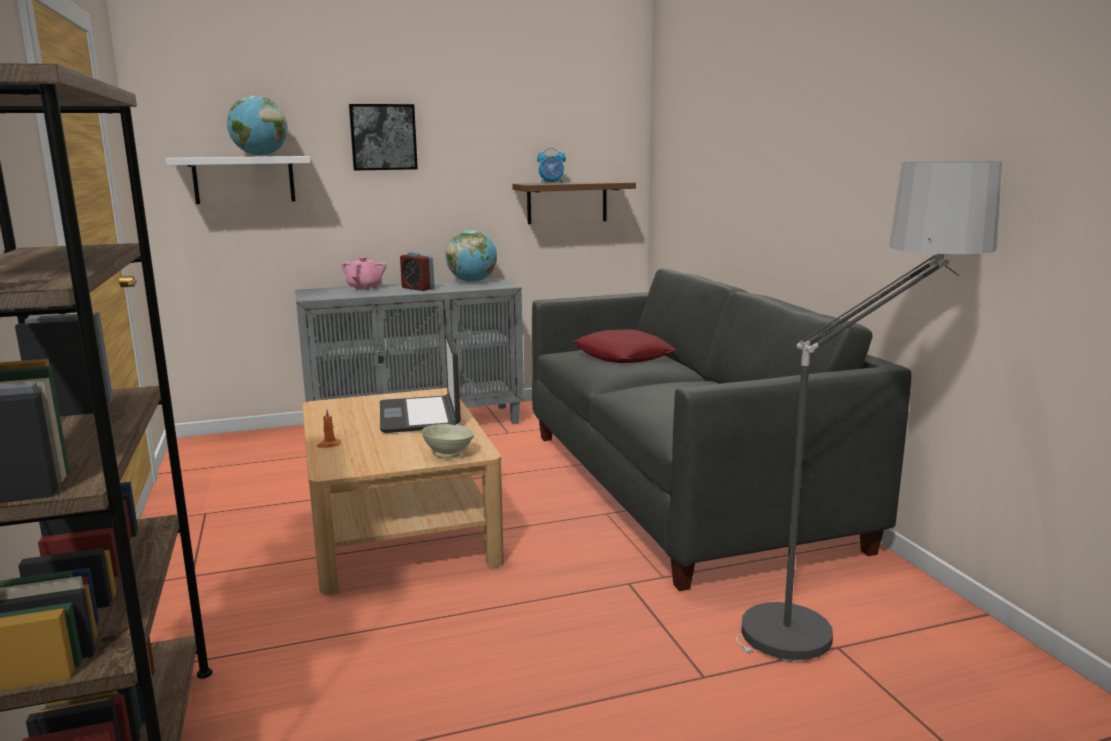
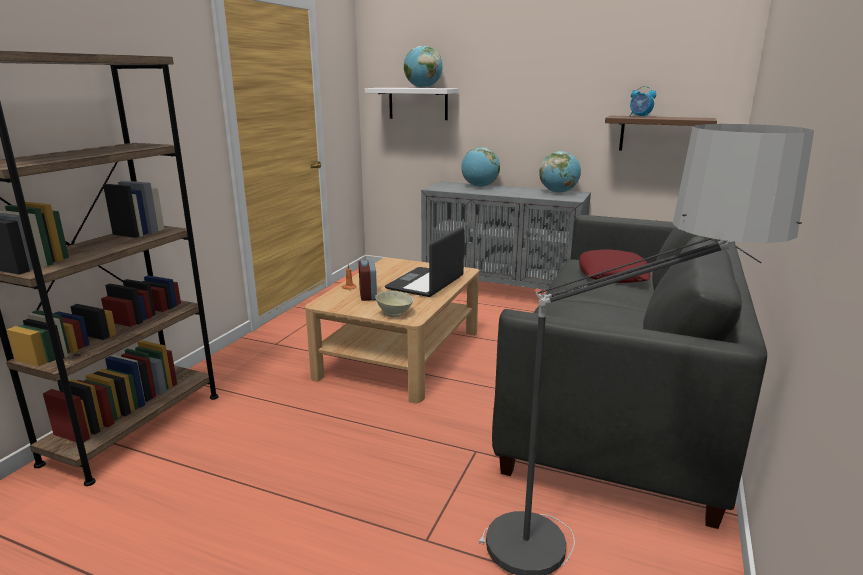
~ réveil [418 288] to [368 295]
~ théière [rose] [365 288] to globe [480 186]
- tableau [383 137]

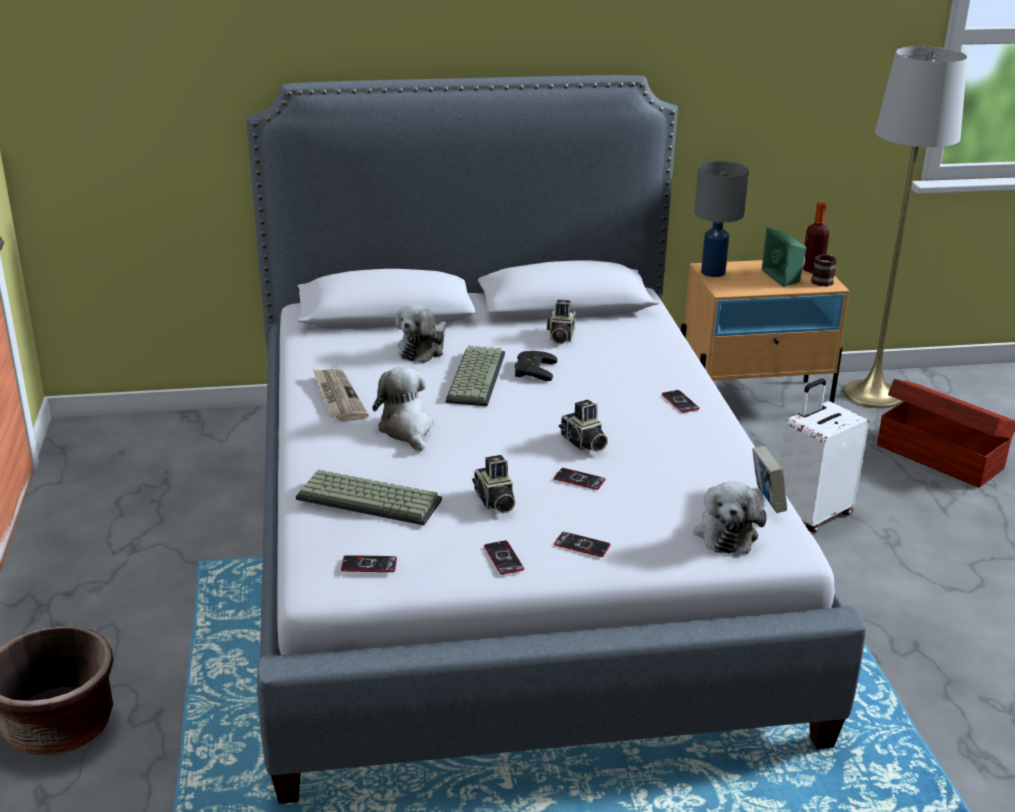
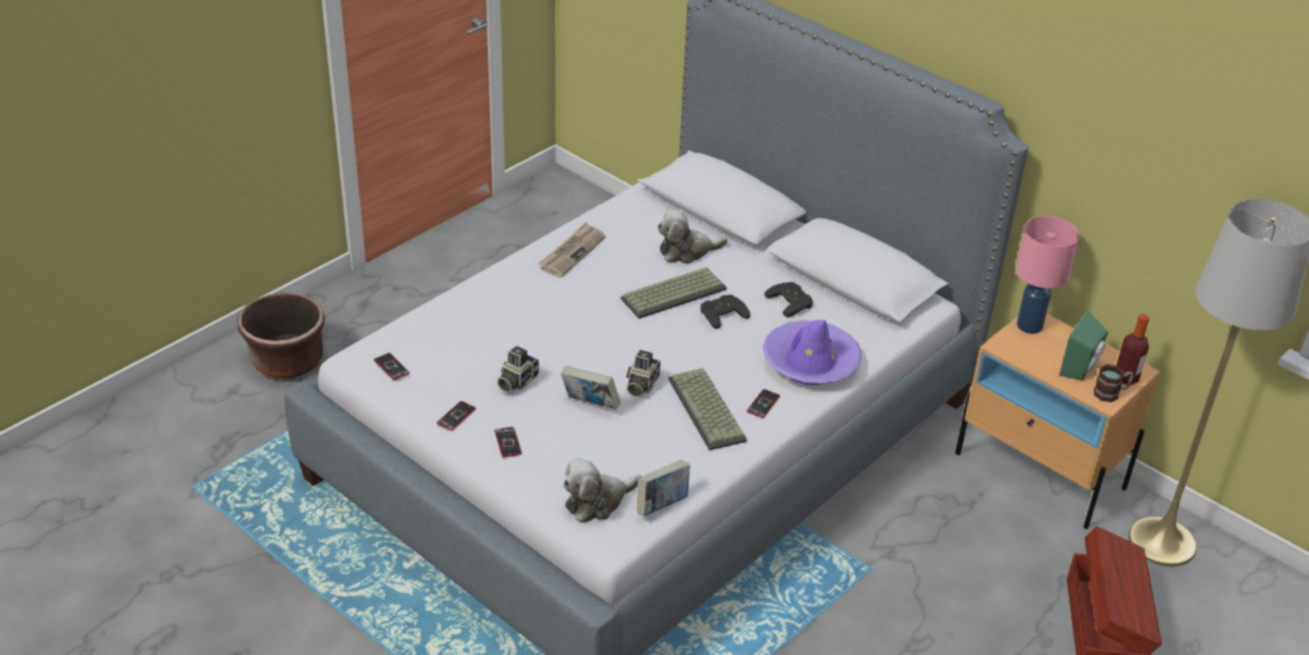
~ téléphone [579 480] to livre [590 405]
~ clavier [371 499] to [708 410]
+ chapeau [violet] [810 362]
~ appareil photo [560 337] to manette [noir] [792 301]
~ lampe de table [gris] [713 272] to lampe de table [rose] [1030 326]
- peluche [406 430]
- valise [blanc] [812 514]

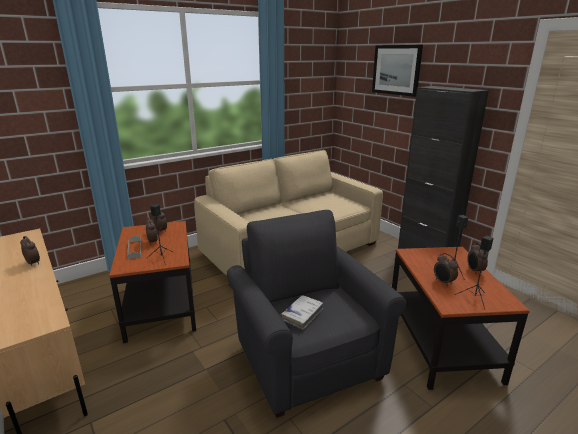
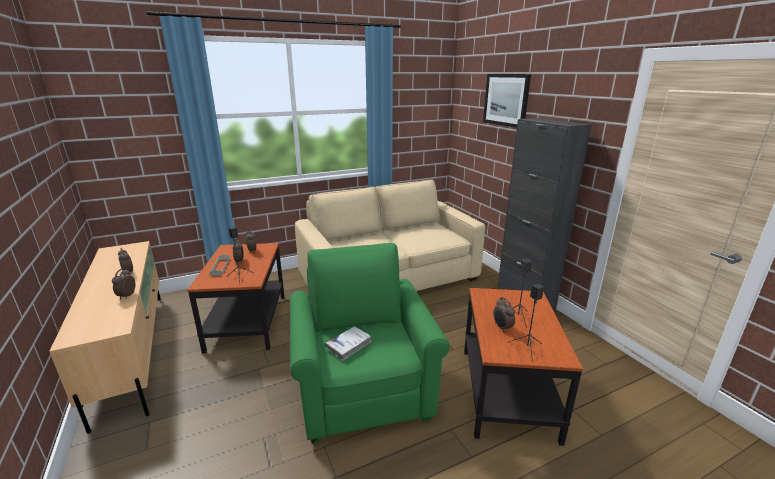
~ réveil [474 271] to [126 296]
~ fauteuil [gris] [307 357] to fauteuil [vert] [363 388]

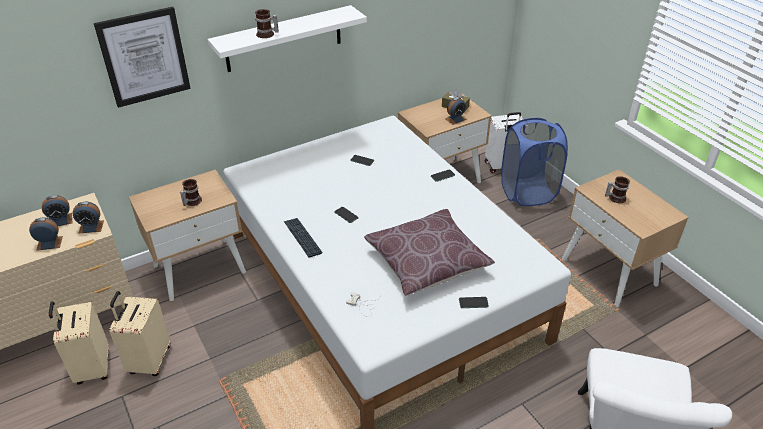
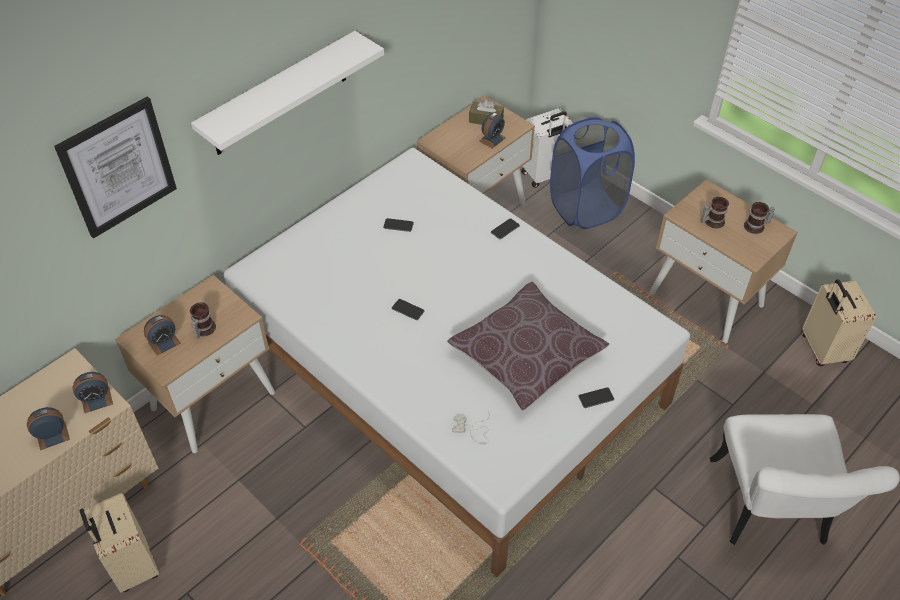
~ réveil [60 220] to [164 342]
~ mug [267 34] to [756 227]
~ valise [beige] [149 360] to [822 349]
- clavier [302 238]

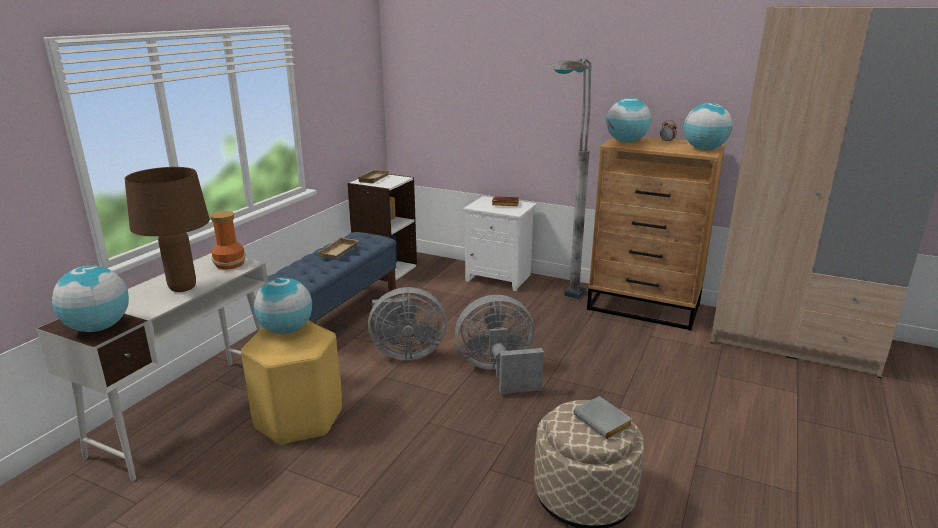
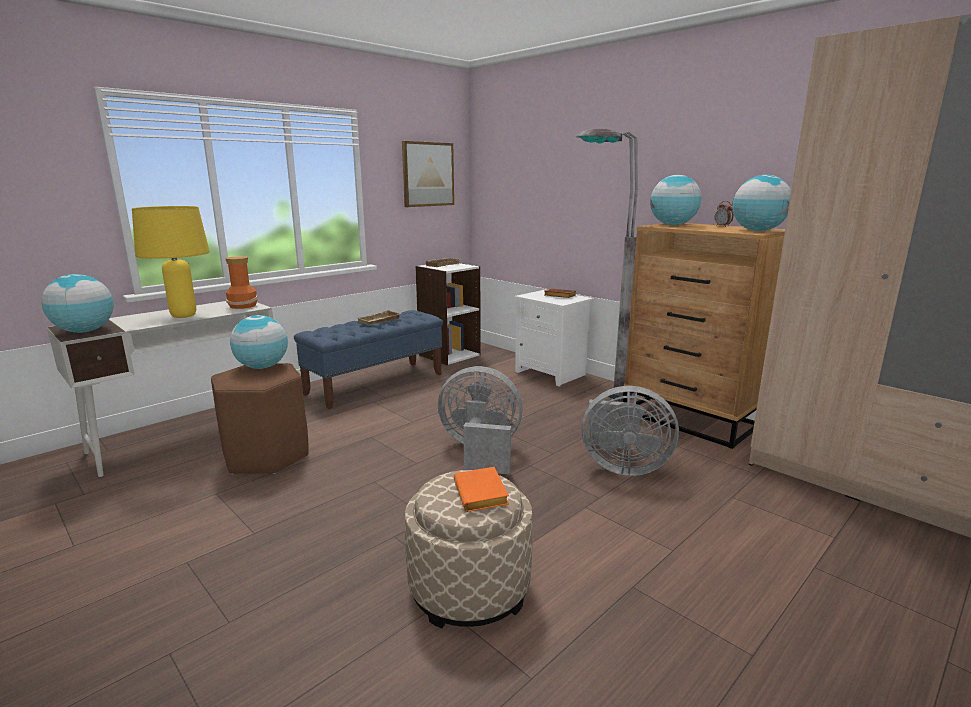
~ lampe de table [marron] [183 288] to lampe de table [jaune] [184 316]
~ tabouret [jaune] [298 419] to tabouret [marron] [266 456]
+ tableau [427 174]
~ livre [gris] [604 422] to livre [orange] [483 495]
~ ventilateur [gris] [405 353] to [622 466]

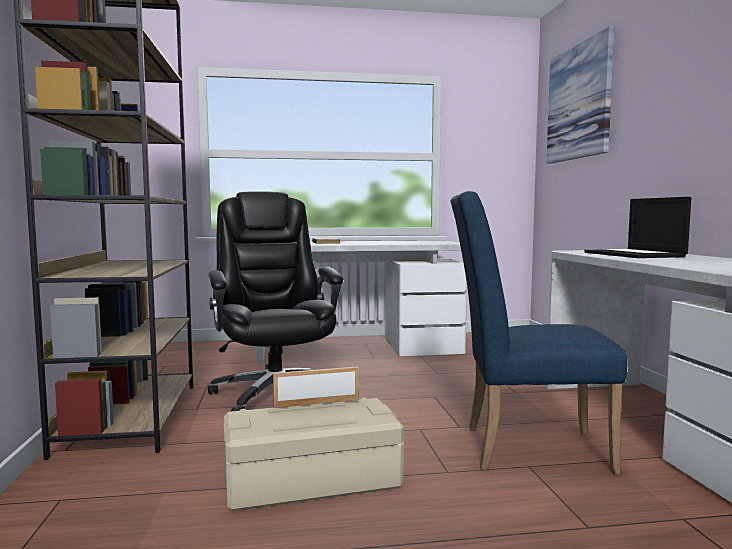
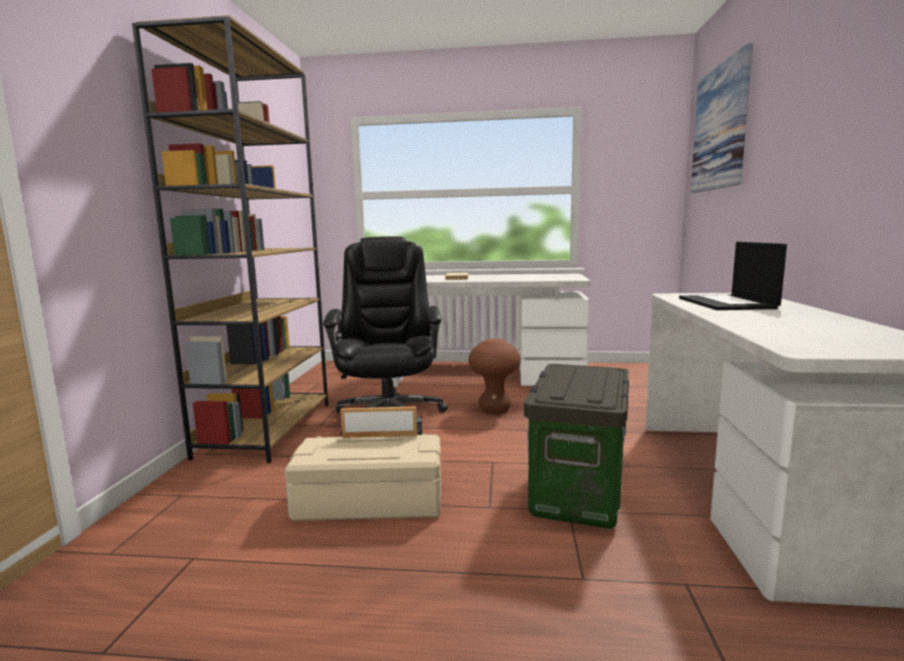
+ tabouret [marron] [494 410]
~ chaise [bleu] [523 447] to boîte de rangement [576 490]

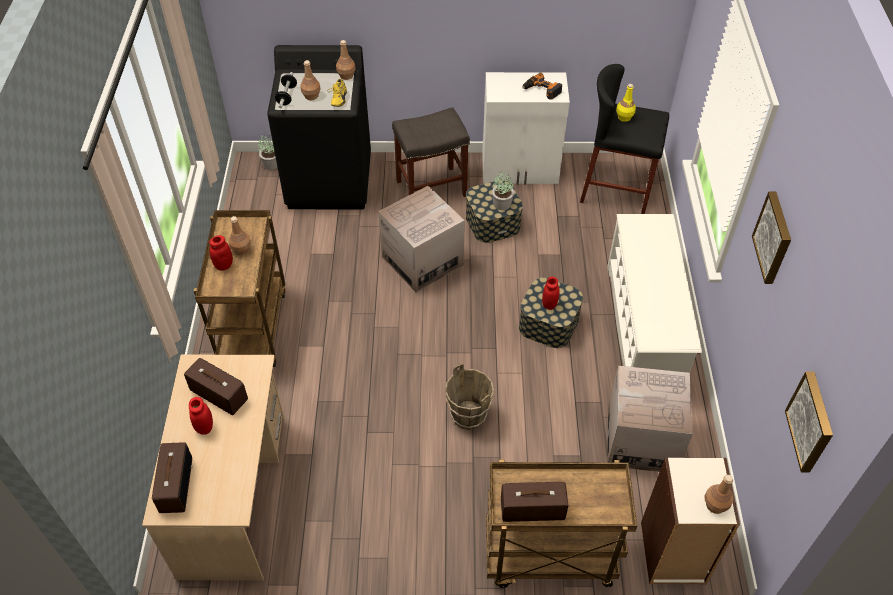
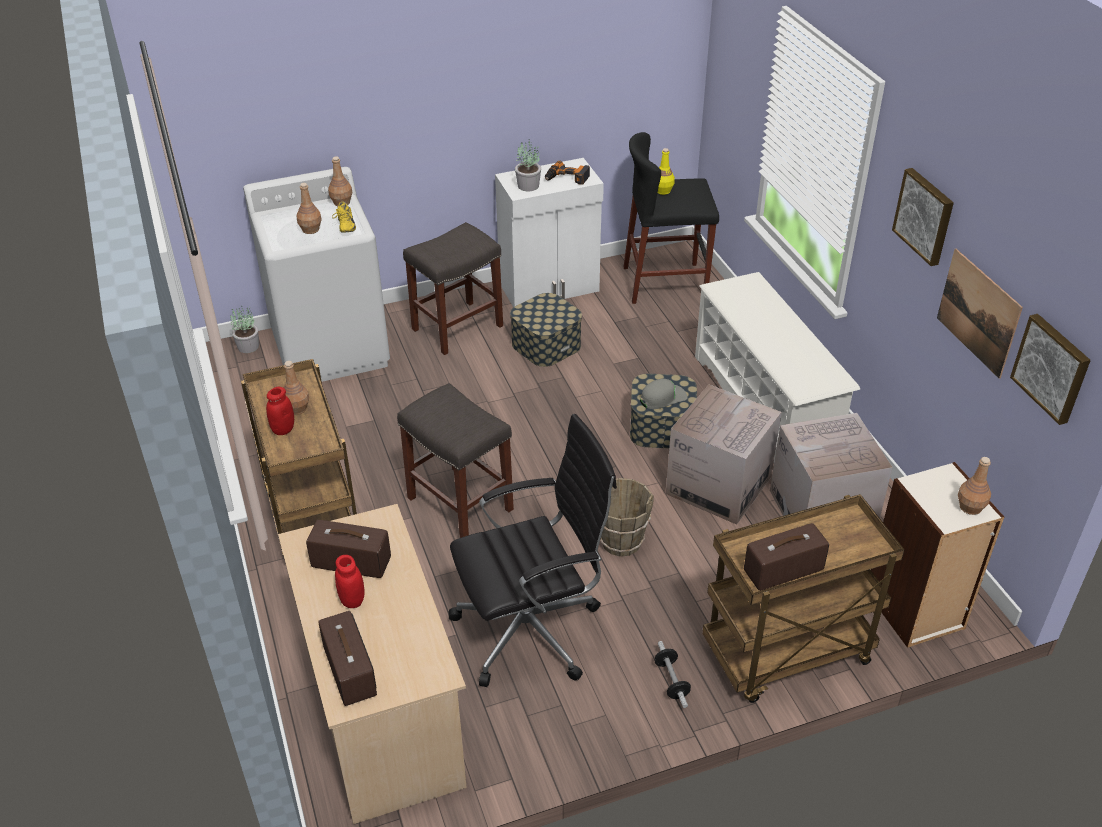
~ lave-linge [noir] [330 181] to lave-linge [blanc] [331 348]
+ tabouret [gris] [458 503]
+ chaise de bureau [noir] [532 629]
~ plante en pot [502 203] to [528 185]
~ bocal [rouge] [549 304] to casquette [gris] [663 398]
~ haltère [287 96] to [671 681]
~ carton [422 261] to [718 485]
+ tableau [978 312]

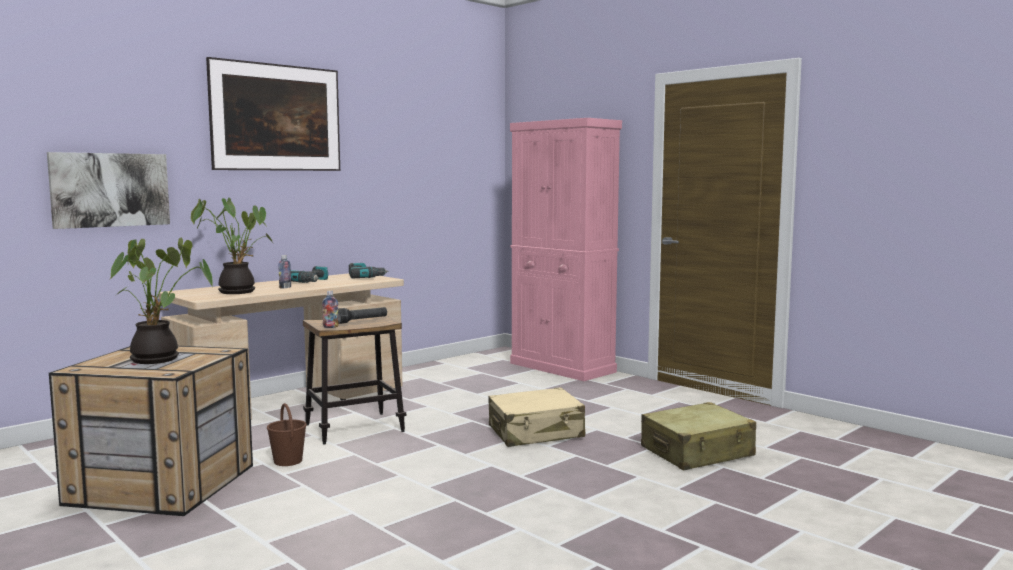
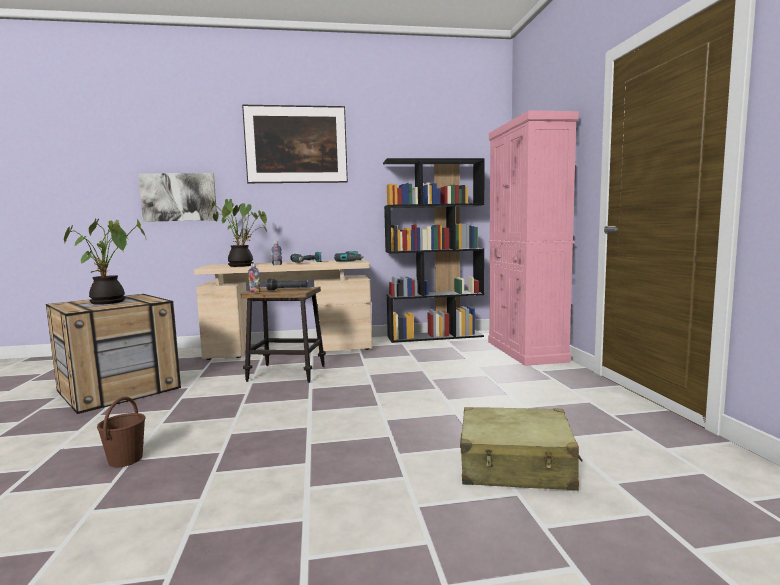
~ seau [marron] [288 461] to [126 459]
+ bibliothèque [noir] [435 336]
- valise [beige] [536 432]

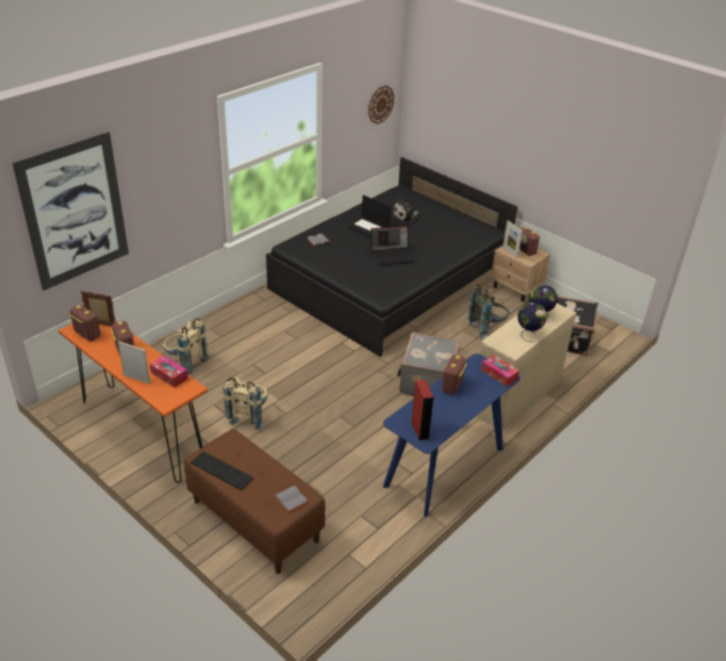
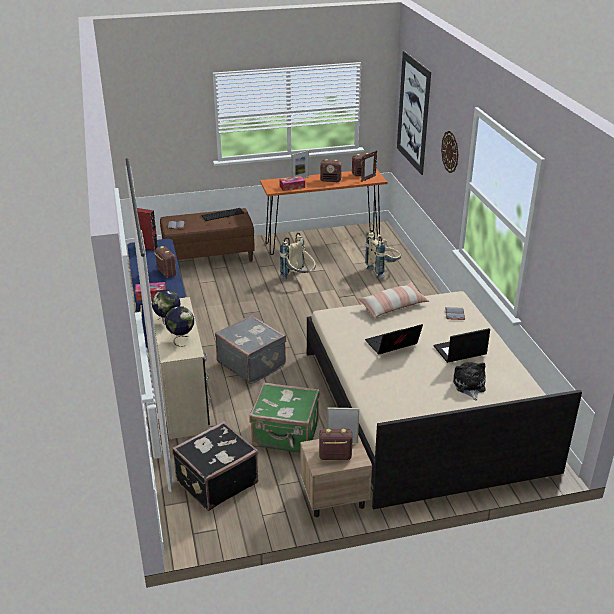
~ sac à dos [gris] [487 328] to valise [vert] [286 435]
~ lit [noir] [389 280] to lit [beige] [423 408]
+ coussin [393 306]
~ ordinateur portable [392 255] = [392 345] 45 degrees clockwise
~ horloge murale [380 104] to [450 151]

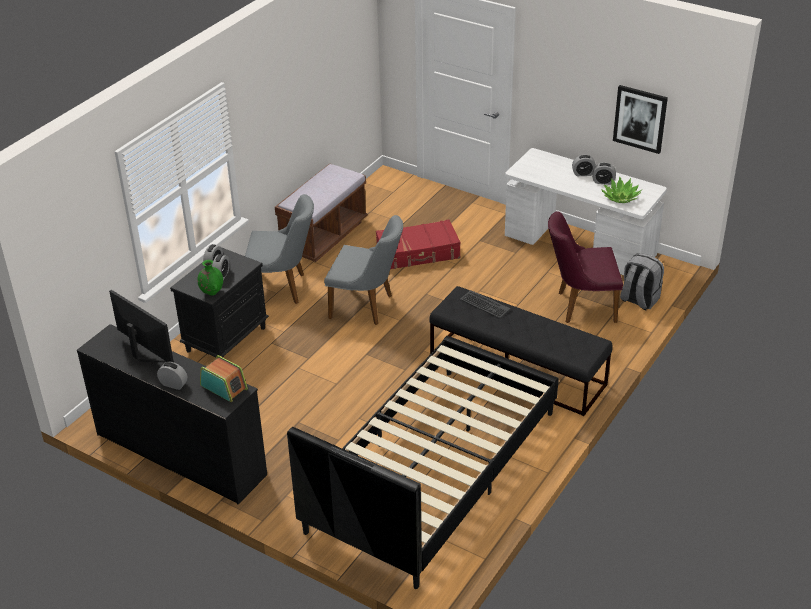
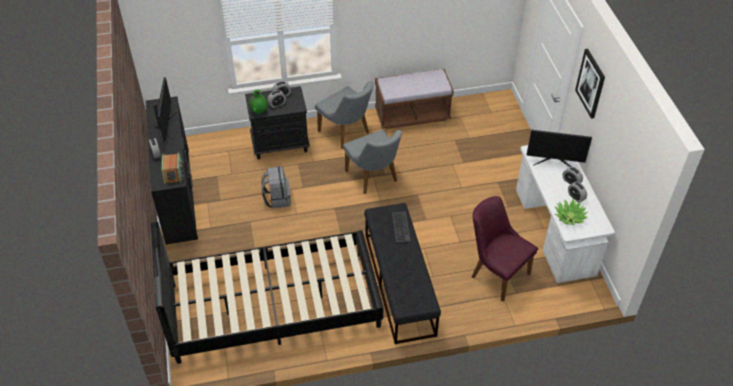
~ sac à dos [gris] [639 300] to [277 198]
+ écran d'ordinateur [554 161]
~ tableau [640 118] to [591 83]
- valise [rouge] [418 253]

